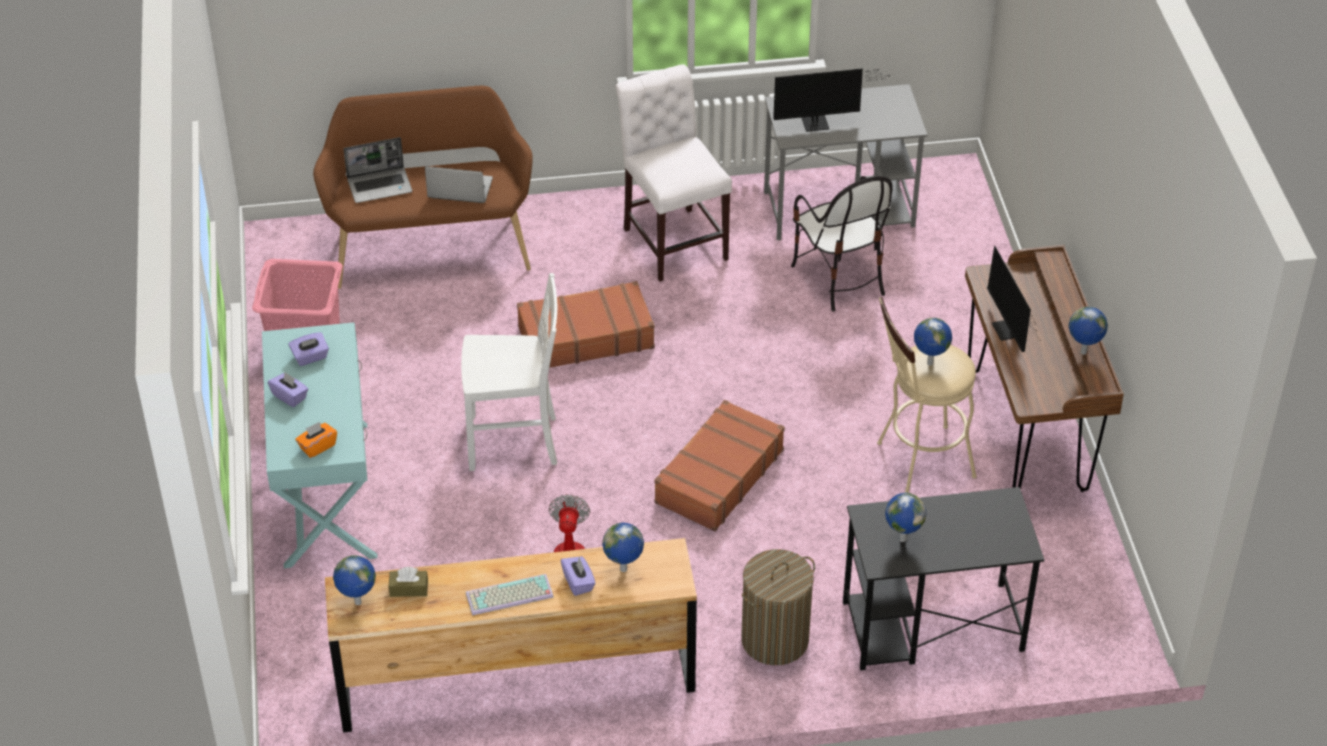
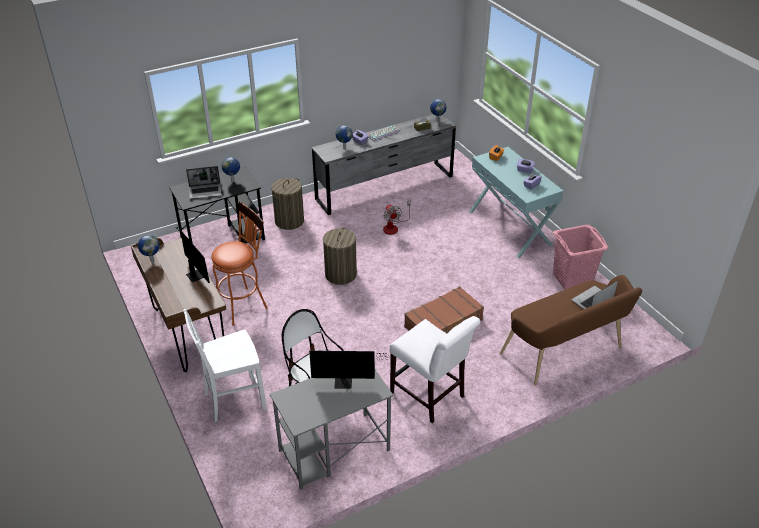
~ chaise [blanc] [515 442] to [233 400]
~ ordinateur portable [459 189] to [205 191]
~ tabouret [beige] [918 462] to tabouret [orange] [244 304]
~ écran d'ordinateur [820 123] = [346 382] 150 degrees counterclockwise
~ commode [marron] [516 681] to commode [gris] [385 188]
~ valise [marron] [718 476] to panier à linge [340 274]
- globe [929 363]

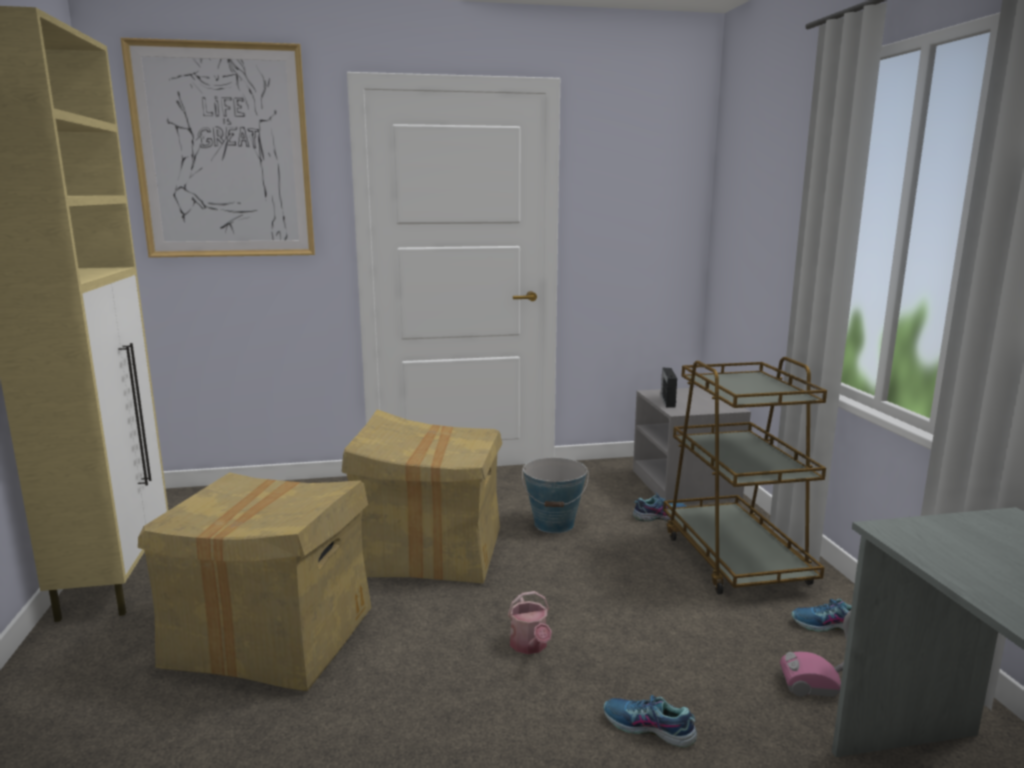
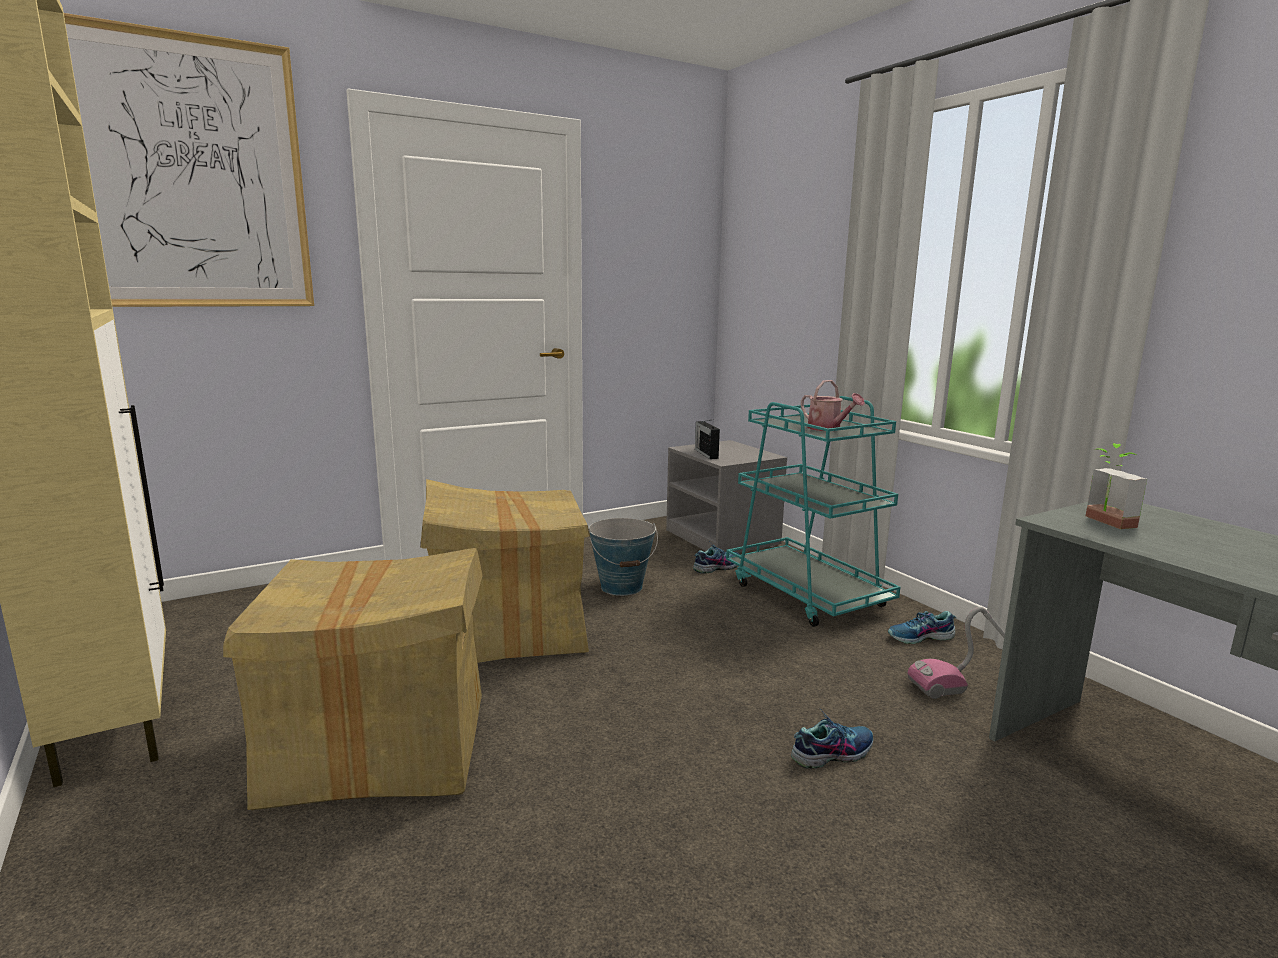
~ chariot [marron] [734 558] to chariot [turquoise] [806 594]
~ chaussure [648 728] = [832 753] 150 degrees clockwise
~ arrosoir [530 646] to [828 429]
+ plante en pot [1103 522]

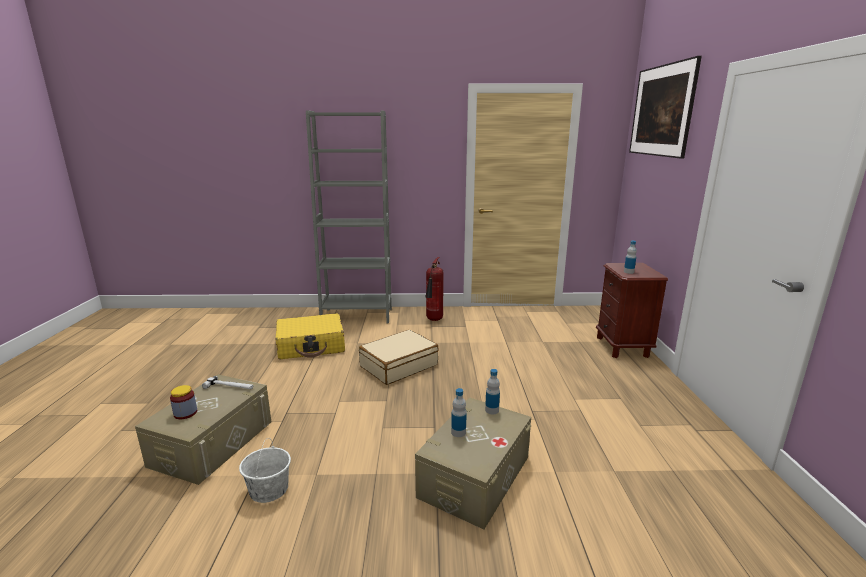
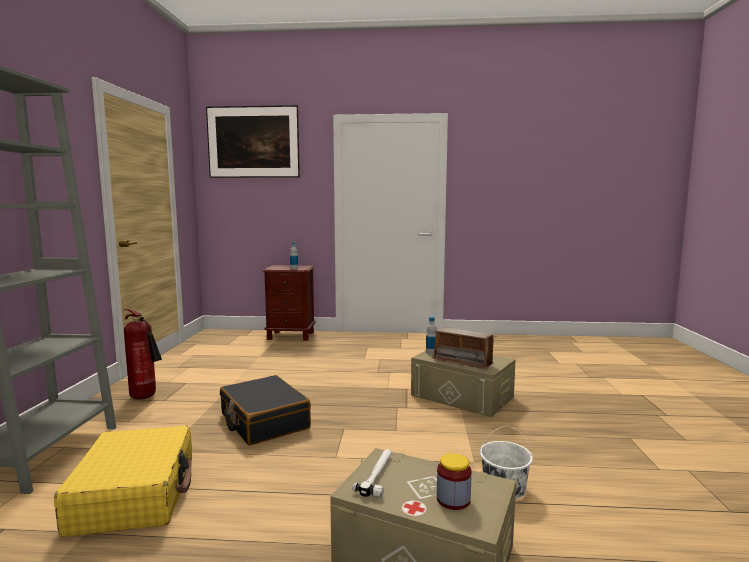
~ valise [beige] [398 365] to valise [noir] [264 421]
~ bouteille [458 432] to radio [463 362]

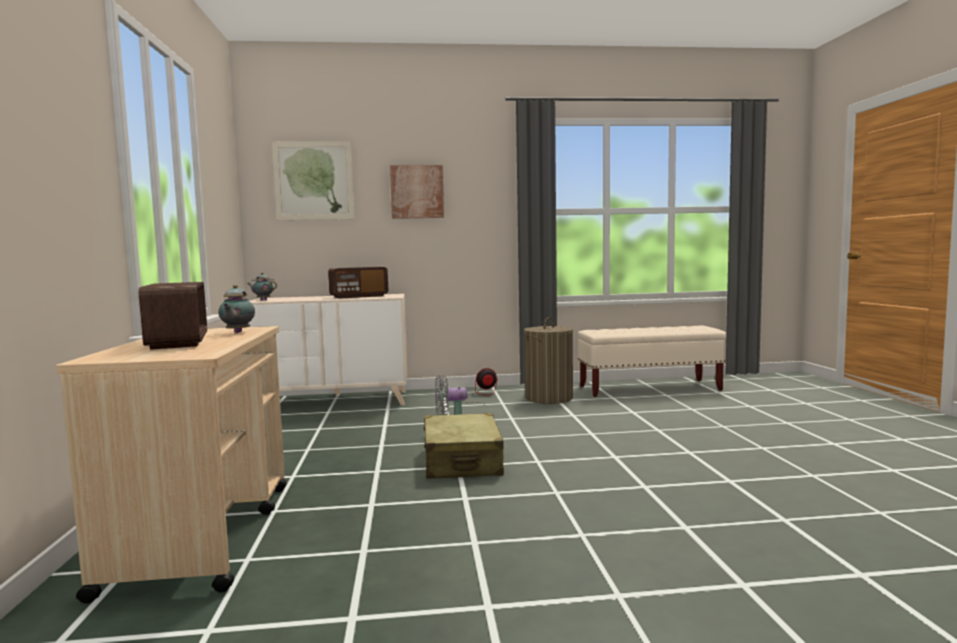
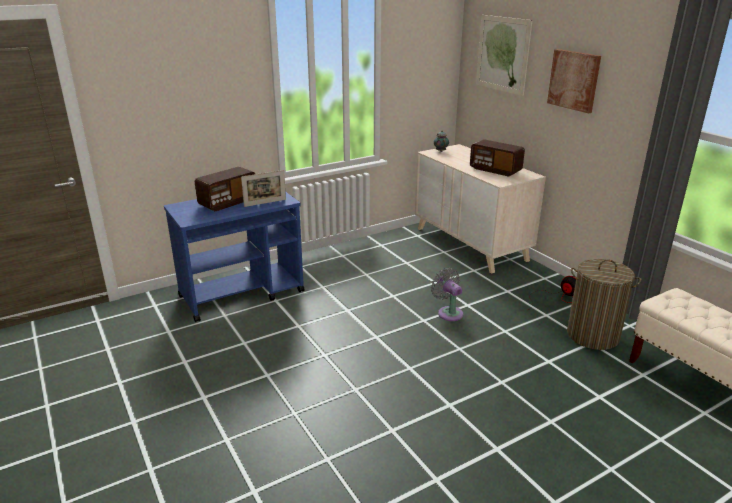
~ chariot [beige] [204 534] to chariot [bleu] [243 294]
~ théière [237 332] to cadre photo [265 203]
- valise [beige] [462 462]

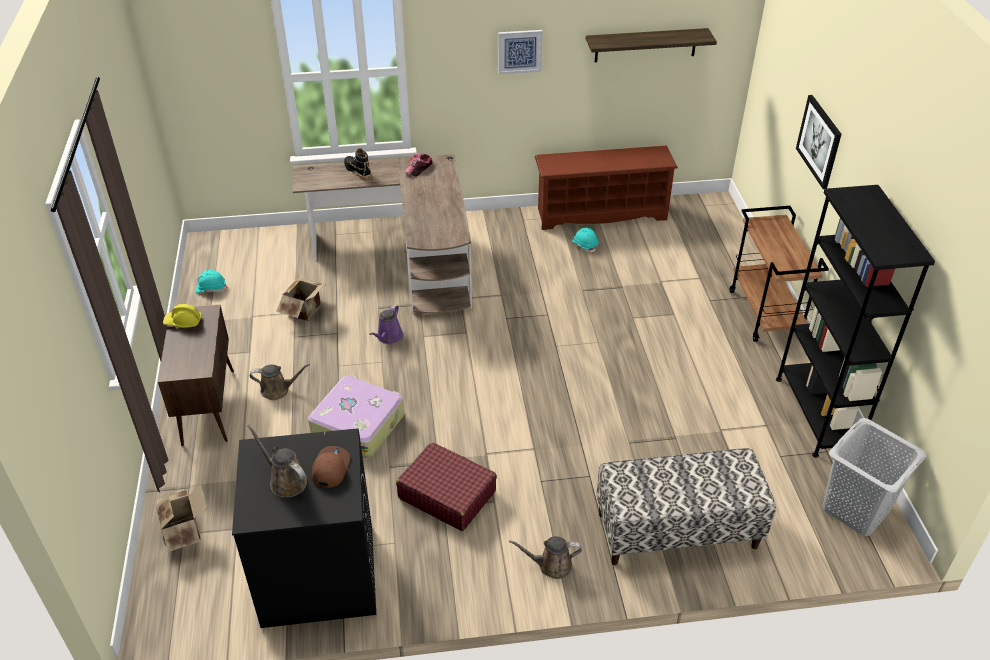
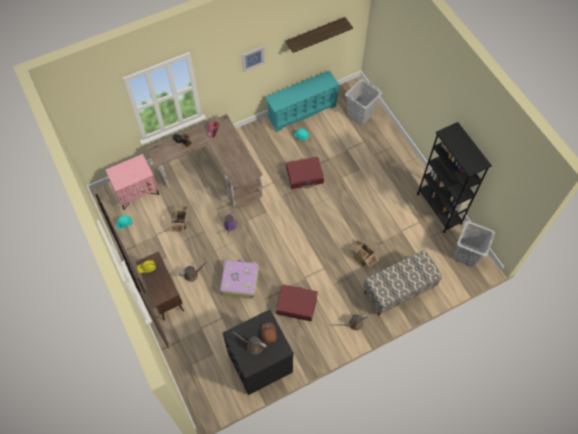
+ table de chevet [rose] [137 192]
~ étagère à chaussures [marron] [601 213] to étagère à chaussures [turquoise] [301 111]
+ valise [rouge] [304 176]
+ panier à linge [gris] [360 114]
~ carton [185 531] to [363 256]
- chariot [marron] [766 314]
- tableau [819 141]

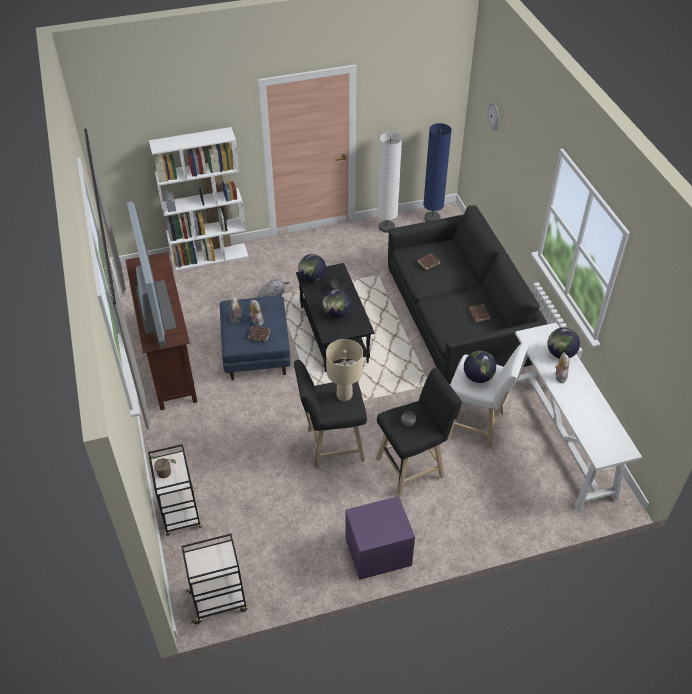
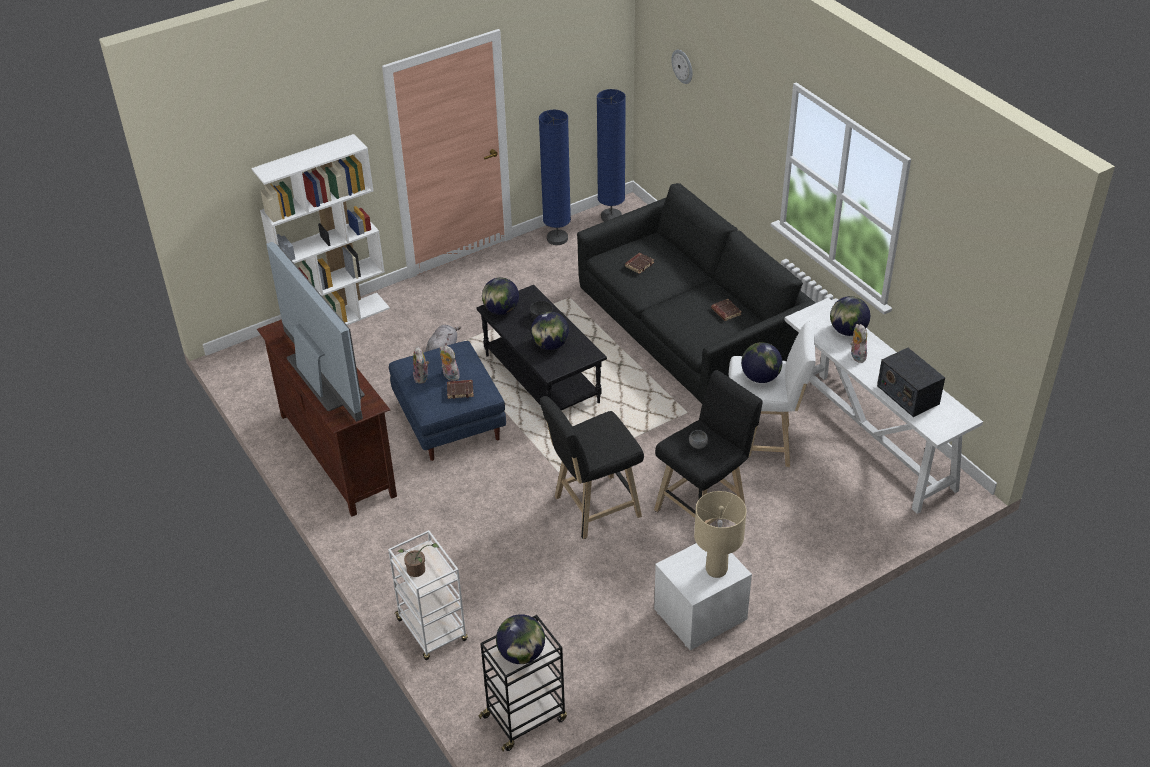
~ chariot [noir] [181 513] to chariot [blanc] [432 631]
+ globe [521 654]
~ lampadaire [blanc] [386 227] to lampadaire [bleu] [557 239]
~ table de chevet [violet] [377 553] to table de chevet [blanc] [700 615]
~ lampe de table [beige] [344 396] to [716 570]
+ radio [907 394]

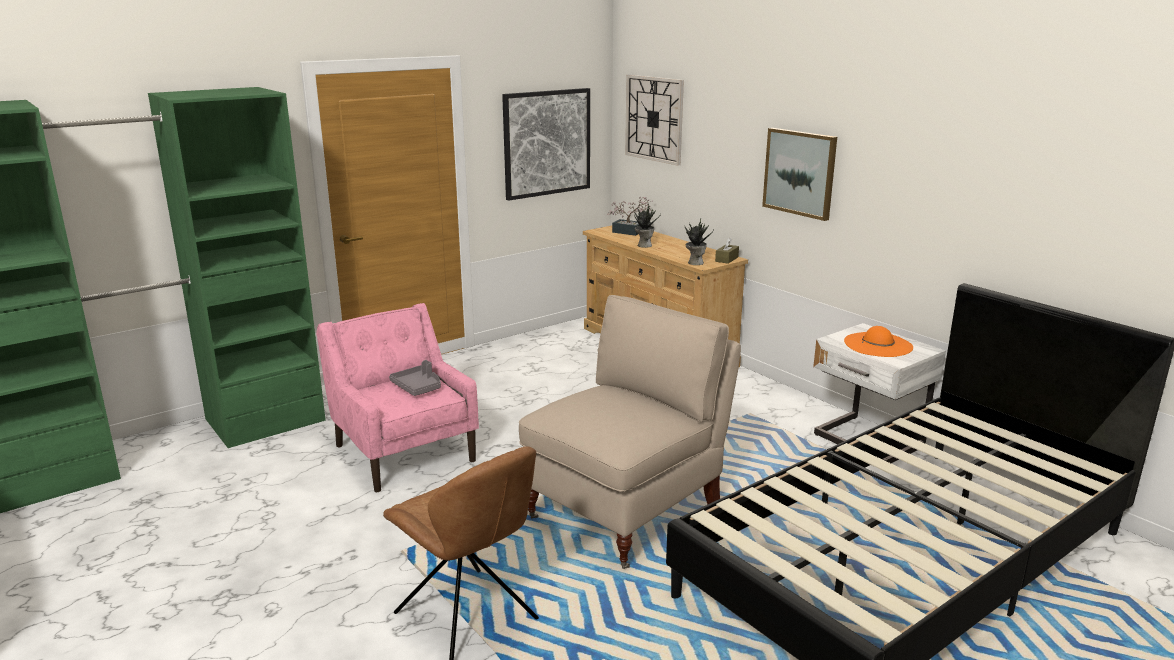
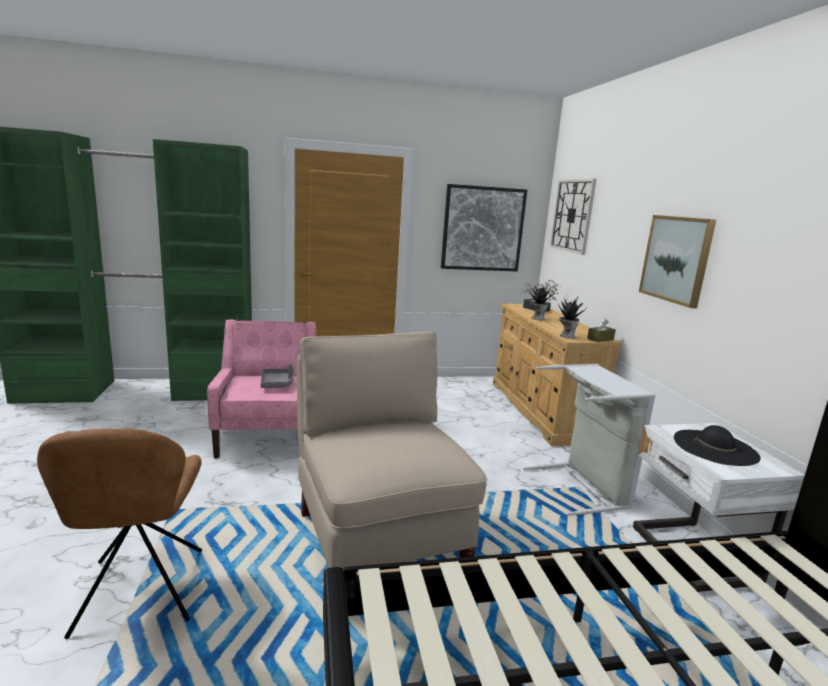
~ chaise [beige] [627 512] = [378 542] 90 degrees counterclockwise
+ panier à linge [gris] [584 487]
~ chapeau [orange] [878 344] to chapeau [noir] [715 447]

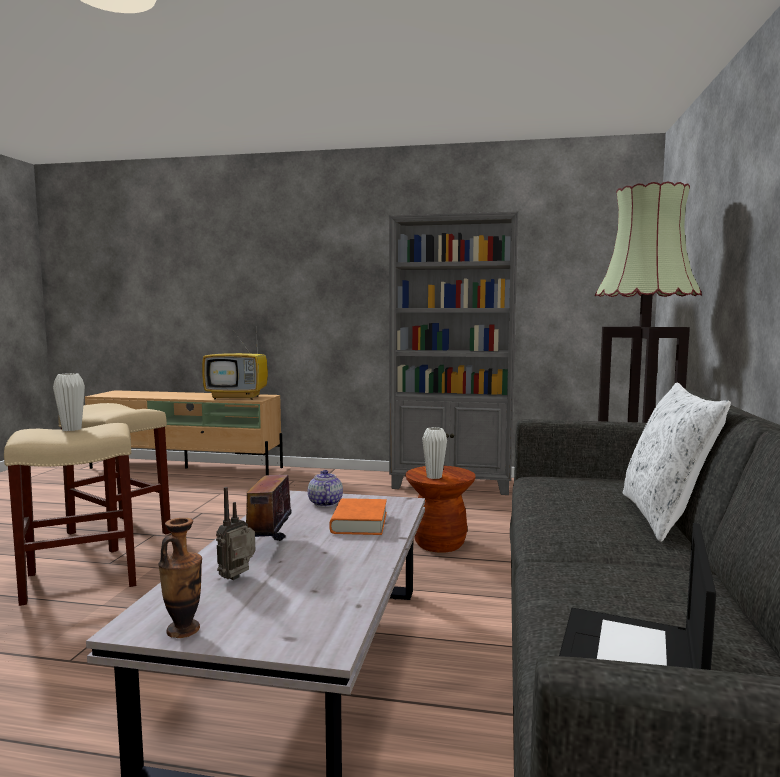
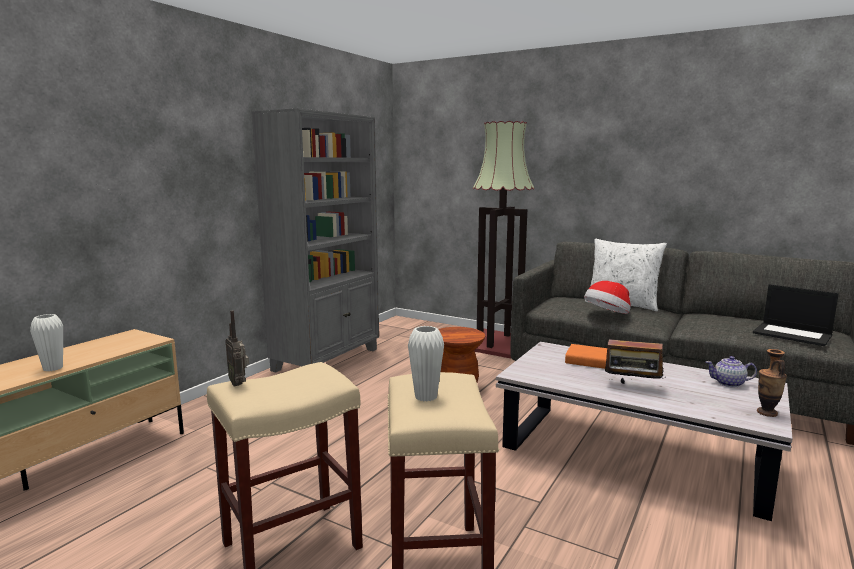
~ vase [blanc] [434 477] to [53 368]
~ radio [238 578] to [239 383]
+ chapeau [607 315]
~ théière [325 503] to [729 383]
- téléviseur [238 397]

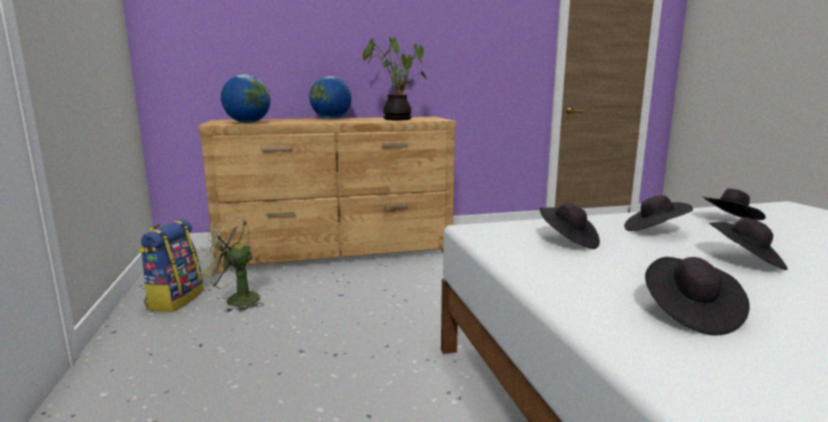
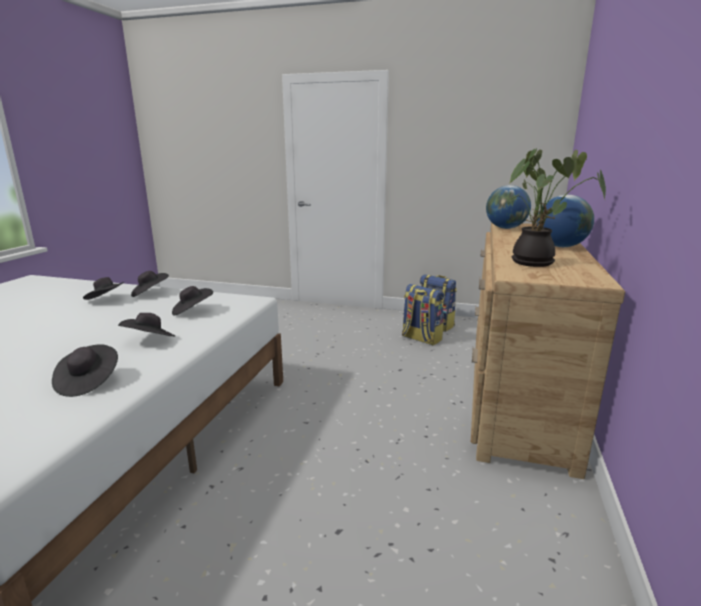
~ chapeau [noir] [746 261] to [150 293]
~ ventilateur [vert] [235 300] to sac à dos [420 338]

